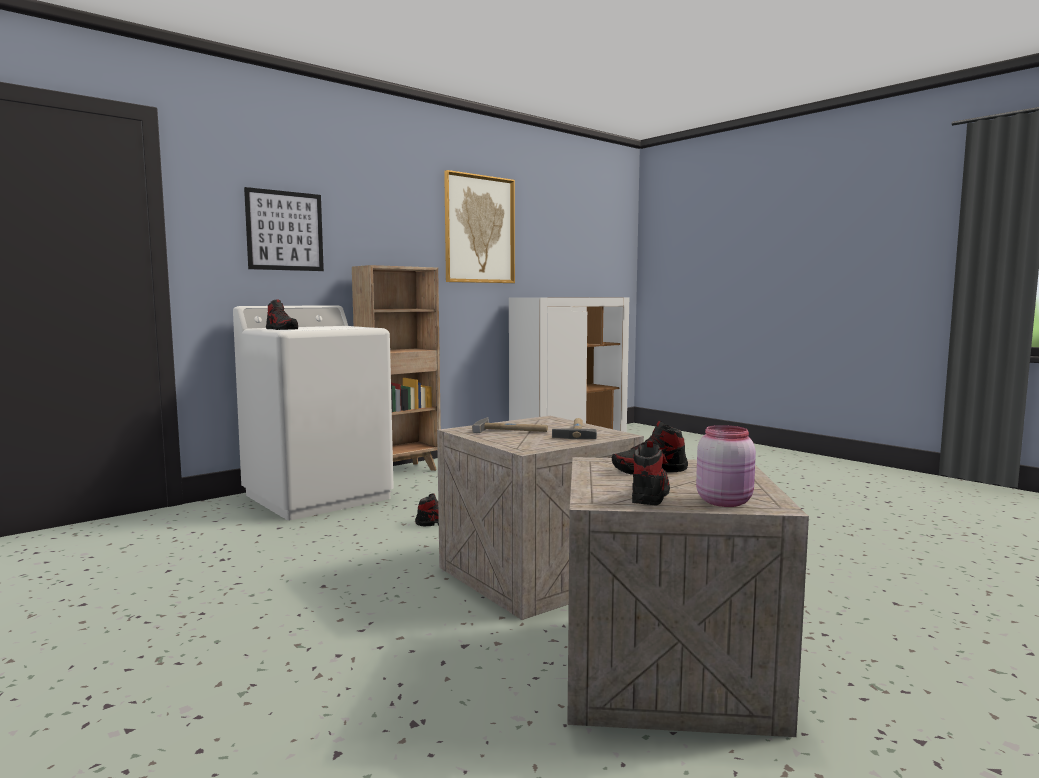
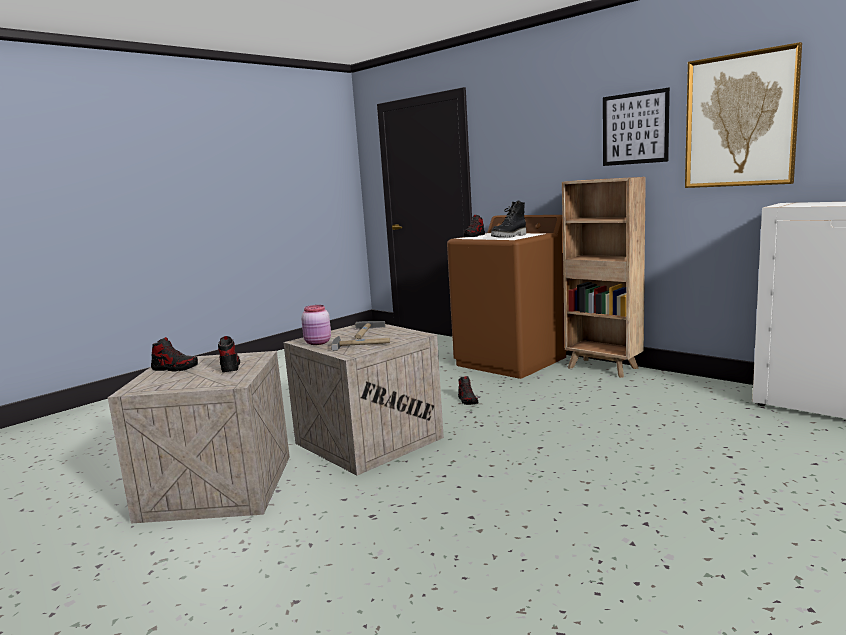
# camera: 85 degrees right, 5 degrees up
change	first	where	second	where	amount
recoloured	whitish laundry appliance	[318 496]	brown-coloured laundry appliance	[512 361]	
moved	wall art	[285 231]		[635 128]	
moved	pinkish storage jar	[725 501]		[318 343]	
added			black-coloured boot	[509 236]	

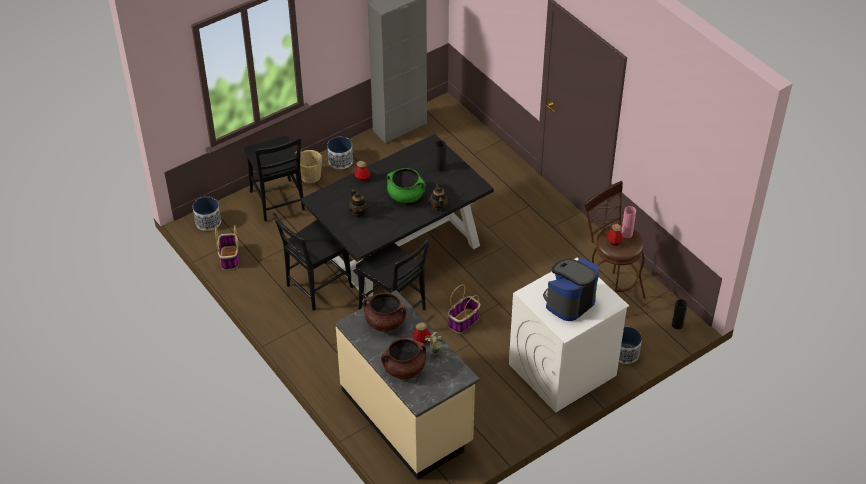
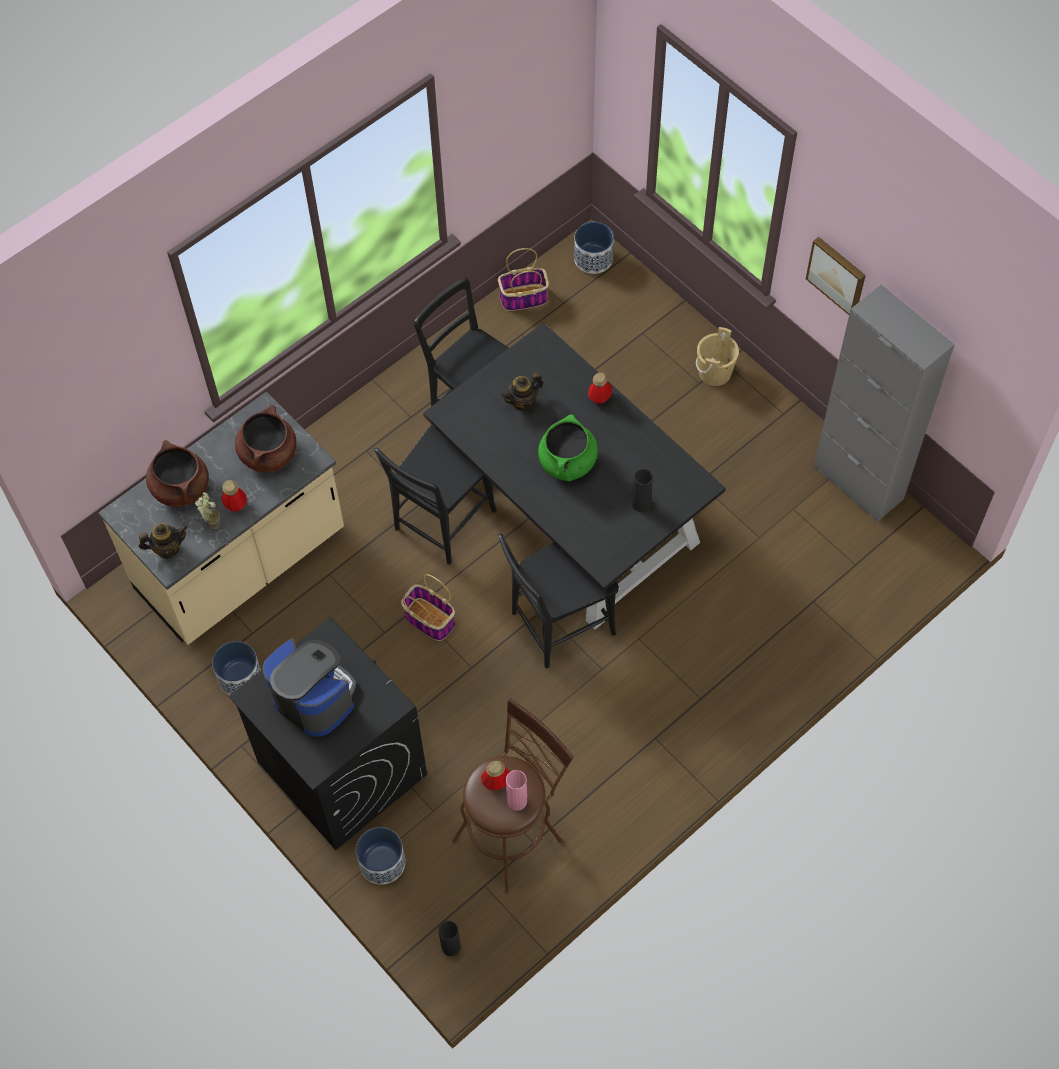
# camera: 85 degrees right, 15 degrees up
change	first	where	second	where	amount
moved	black-coloured plain chair	[278 203]		[557 625]	
moved	flower pot	[341 161]		[240 678]	
moved	tea pot	[438 207]		[167 548]	
recoloured	whitish laundry appliance	[562 370]	black-coloured laundry appliance	[341 768]	
added			wall art	[837 274]	

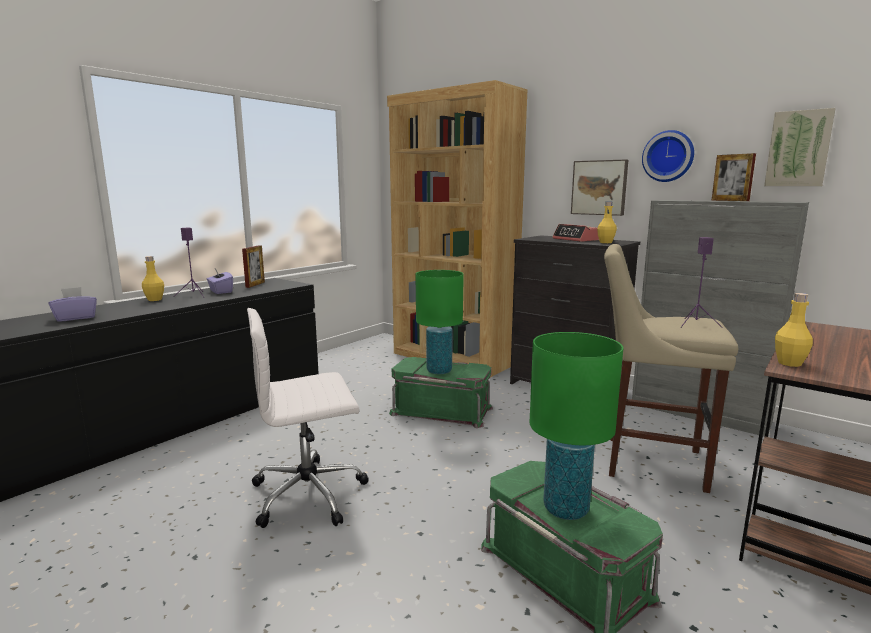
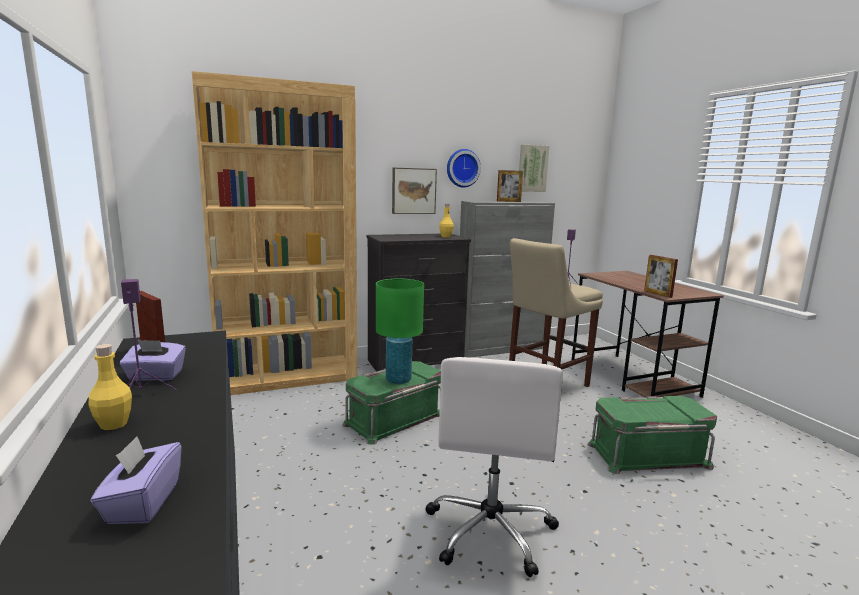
# camera: 60 degrees left, 0 degrees up
change	first	where	second	where	amount
removed	green tabletop lamp	[566 509]			
removed	alarm clock	[576 239]			
replaced	yellowish drink bottle	[789 363]	picture frame	[658 294]	

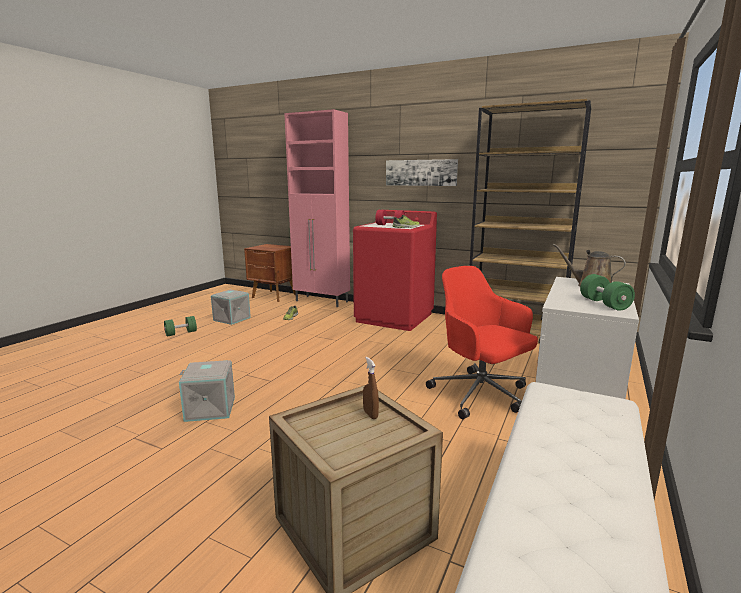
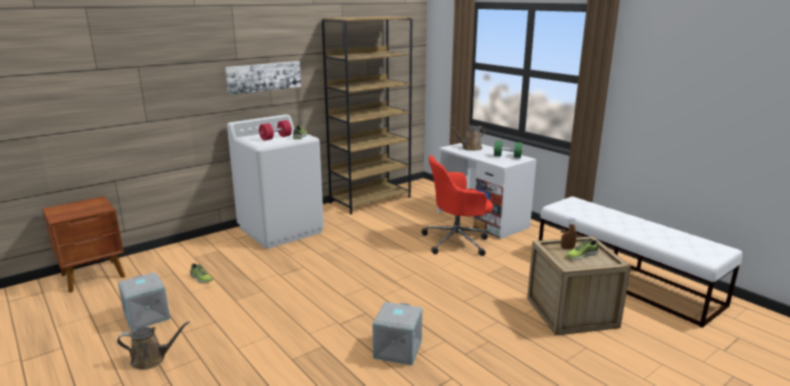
# camera: 65 degrees left, 5 degrees up
change	first	where	second	where	amount
replaced	green dumbbell	[181 333]	brown-coloured sprinkling can	[152 359]	
removed	pinkish storage cabinet	[322 301]			
recoloured	red-coloured laundry appliance	[394 318]	whitish laundry appliance	[281 230]	
added			low shoe	[581 255]	

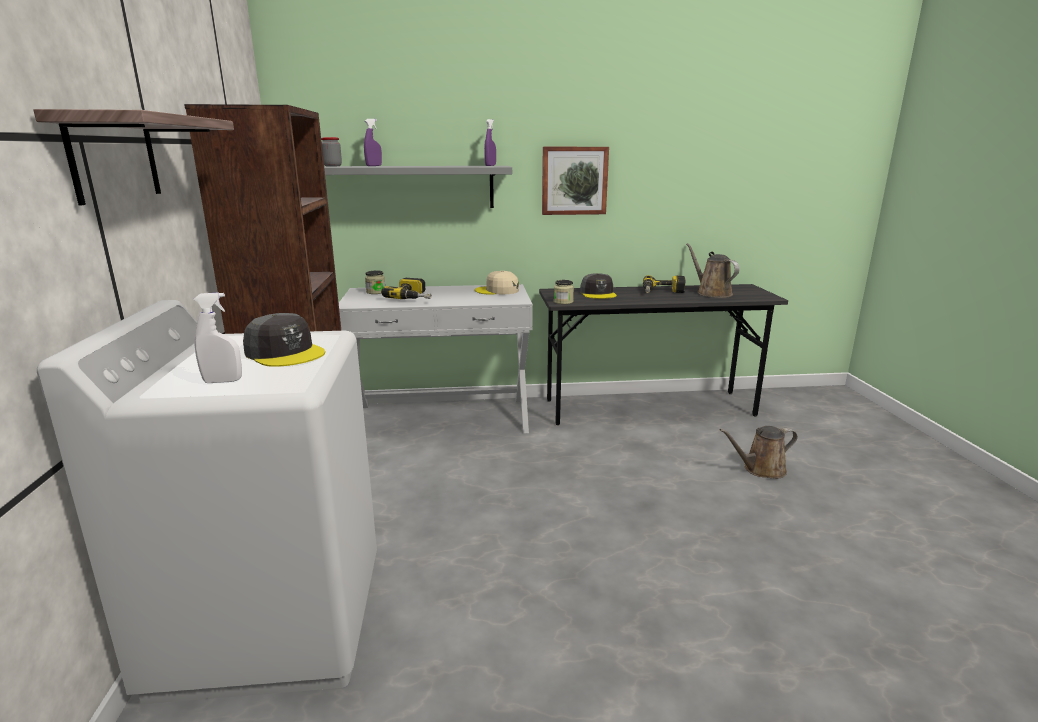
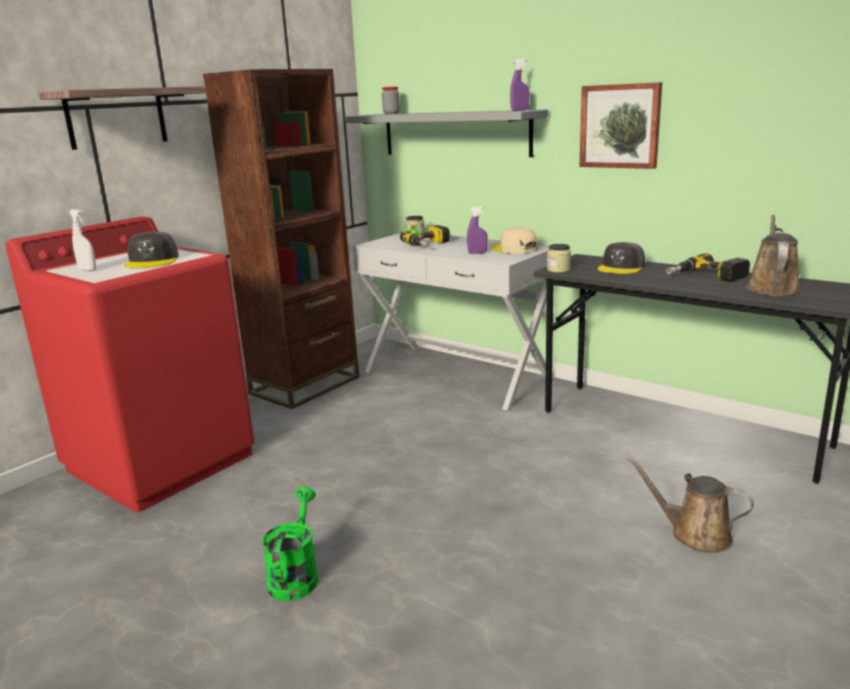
# camera: 45 degrees right, 0 degrees up
change	first	where	second	where	amount
recoloured	whitish laundry appliance	[273 619]	red-coloured laundry appliance	[161 461]	
moved	purple sprayer	[374 166]		[477 253]	
added			green sprinkling can	[295 575]	

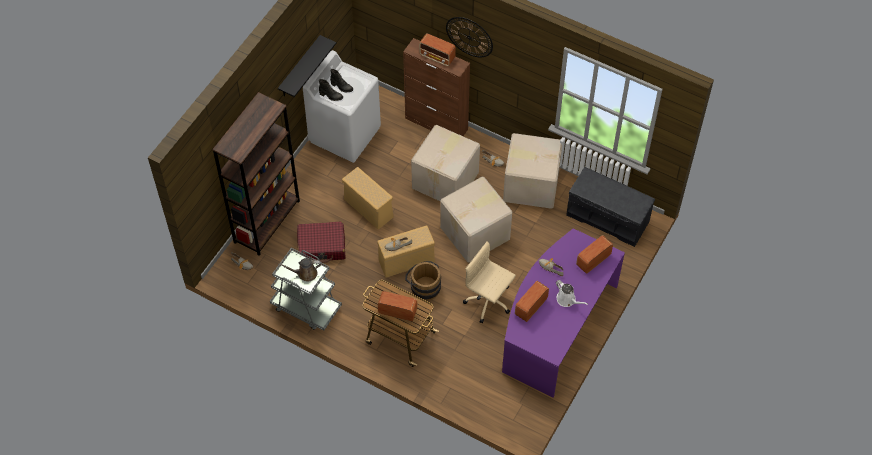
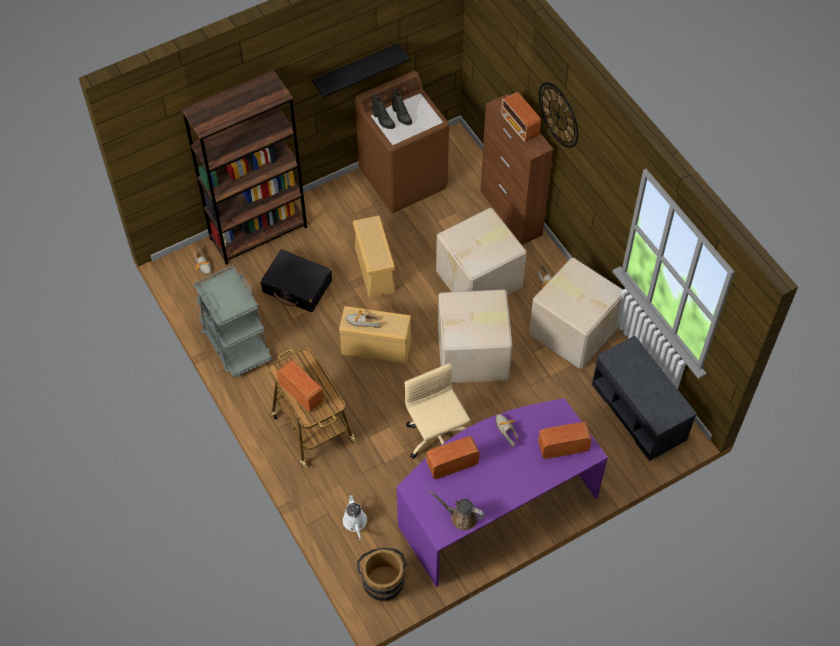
# camera: 30 degrees right, 0 degrees up
change	first	where	second	where	amount
moved	brown-coloured sprinkling can	[305 273]		[461 517]	
recoloured	red-coloured piece of luggage	[322 246]	black-coloured piece of luggage	[297 286]	
recoloured	whitish laundry appliance	[345 134]	brown-coloured laundry appliance	[403 178]	
moved	brown-coloured pail	[423 287]		[382 579]	
moved	whitish sprinkling can	[567 300]		[355 523]	

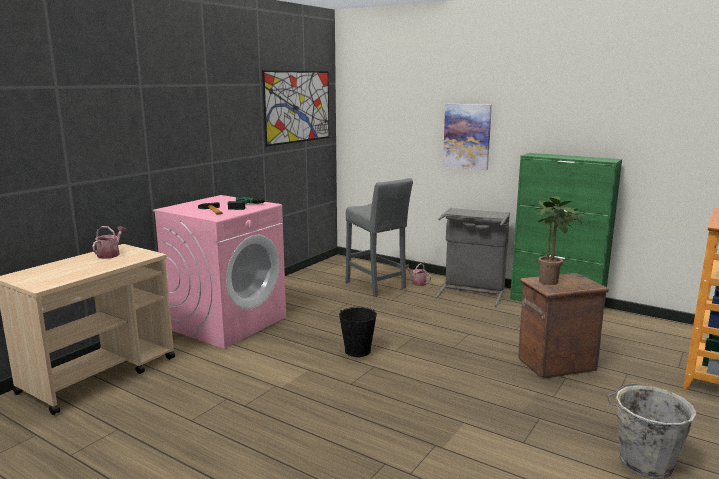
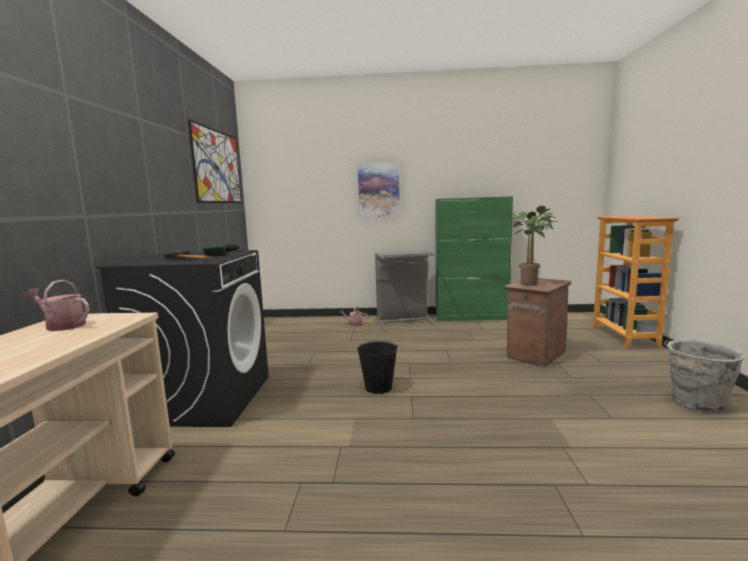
# camera: 30 degrees left, 5 degrees down
change	first	where	second	where	amount
turned	sprinkling can	[110 254]		[62 326]	60 degrees counterclockwise
recoloured	pinkish laundry appliance	[227 322]	black-coloured laundry appliance	[204 398]	
removed	gray stool seat	[377 286]			

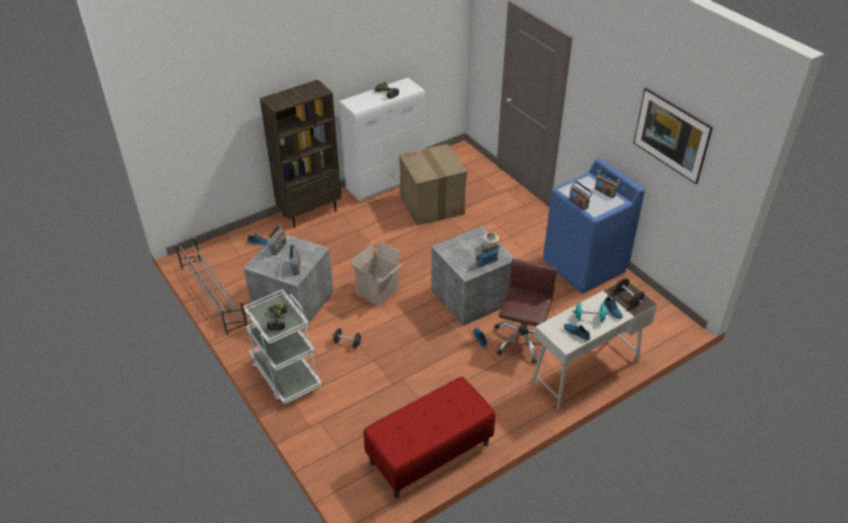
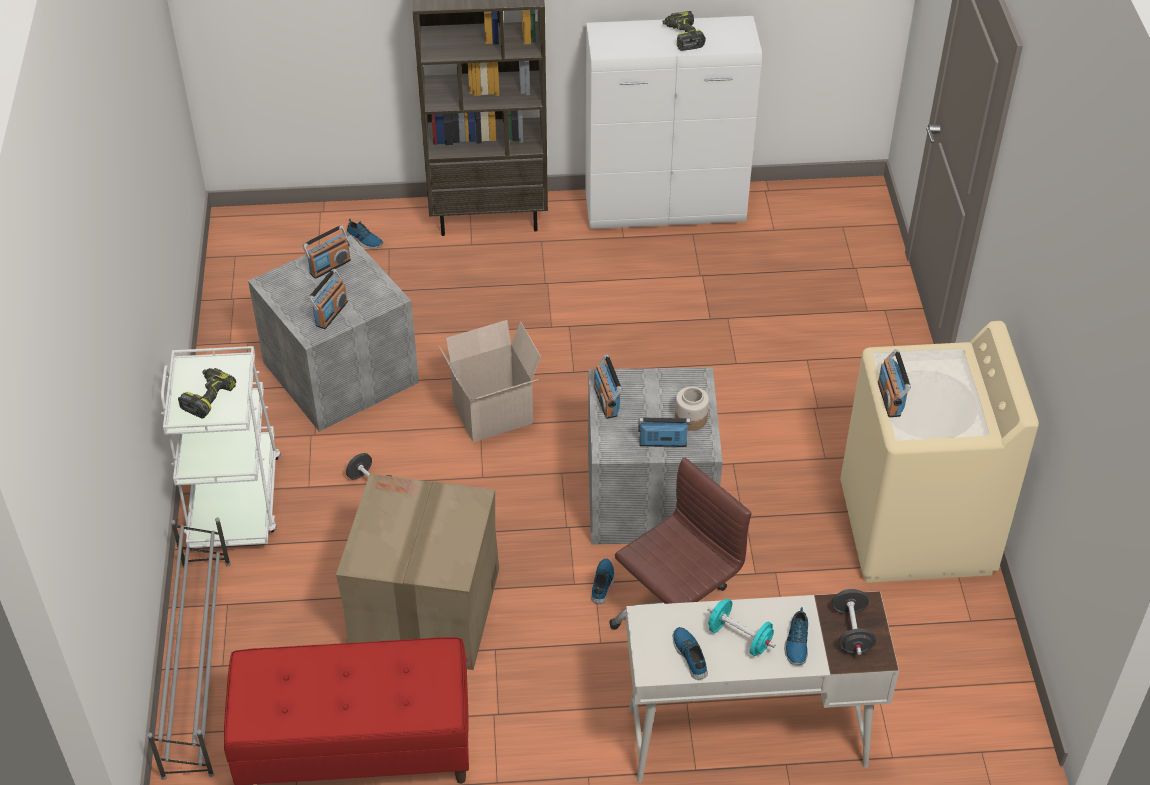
# camera: 30 degrees right, 5 degrees up
change	first	where	second	where	amount
moved	gray shoe rack	[213 296]		[198 664]	
moved	packing box	[432 205]		[425 610]	
recoloured	bluish laundry appliance	[584 266]	sand-coloured laundry appliance	[916 529]	
moved	radio	[605 192]		[606 401]	
removed	wall art	[668 149]			

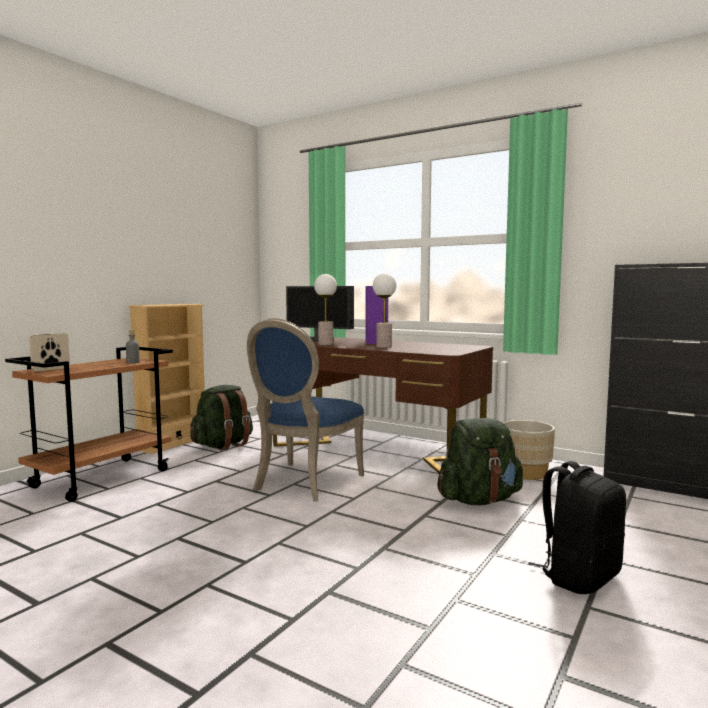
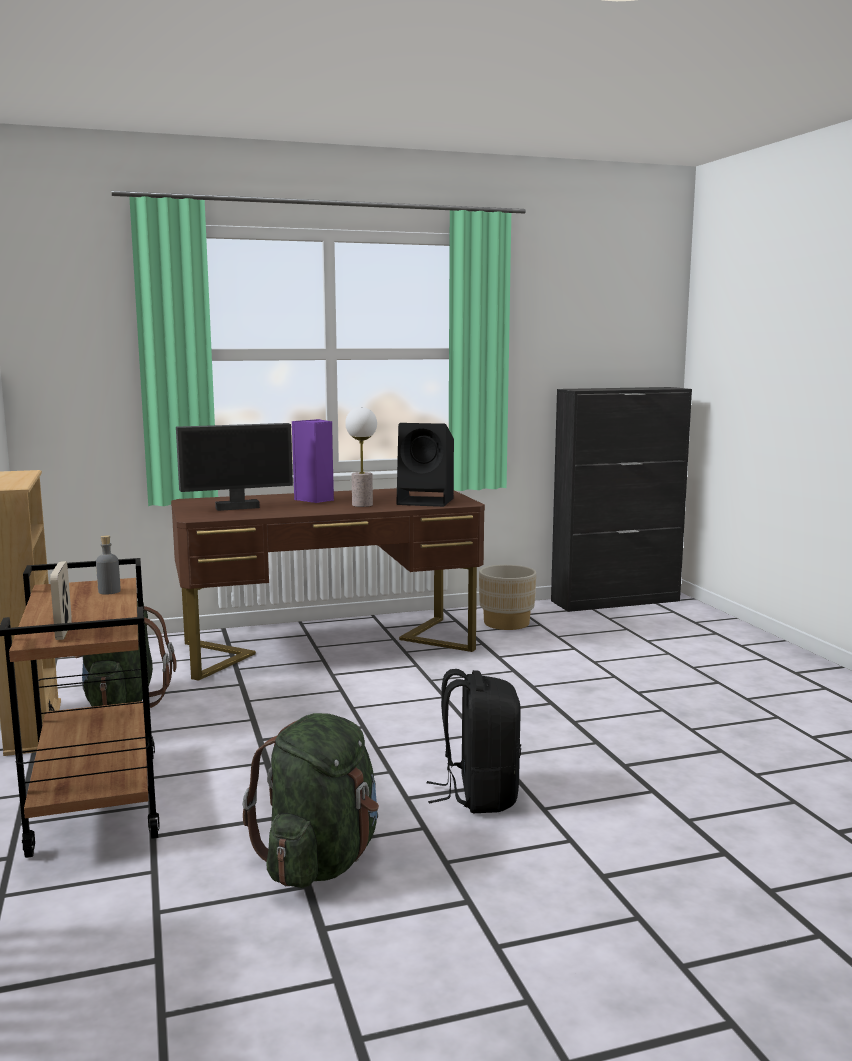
# camera: 50 degrees left, 5 degrees up
change	first	where	second	where	amount
removed	bluish plain chair	[304 483]			
removed	tabletop lamp	[326 344]			
moved	green rucksack	[479 500]		[321 861]	
moved	black-coloured rucksack	[579 577]		[478 795]	
added			black-coloured speaker	[427 501]	

